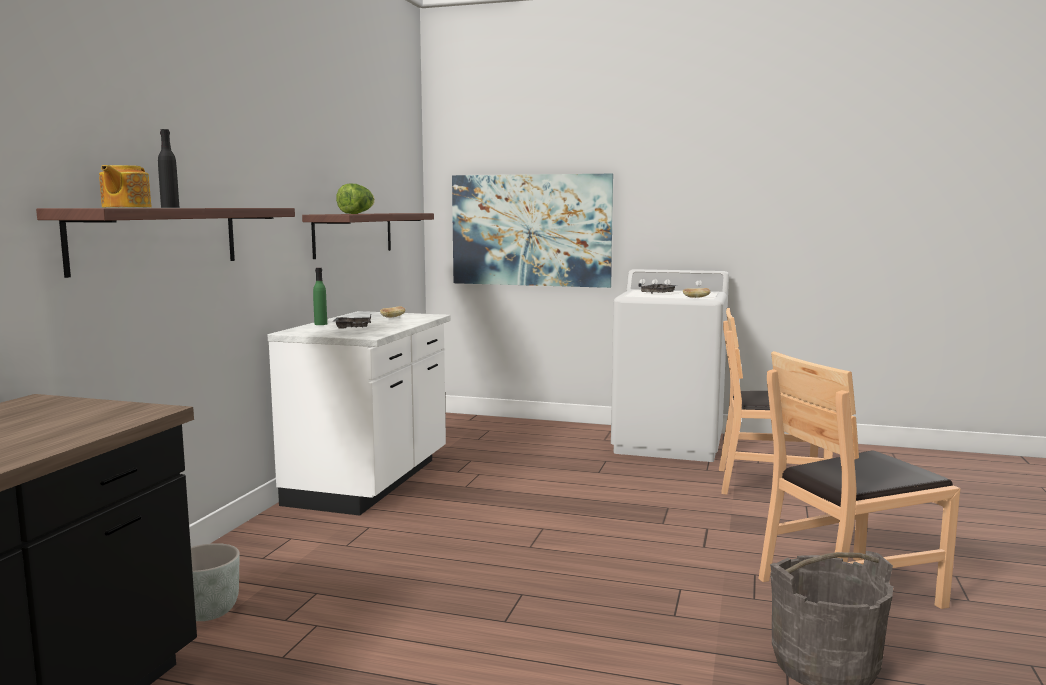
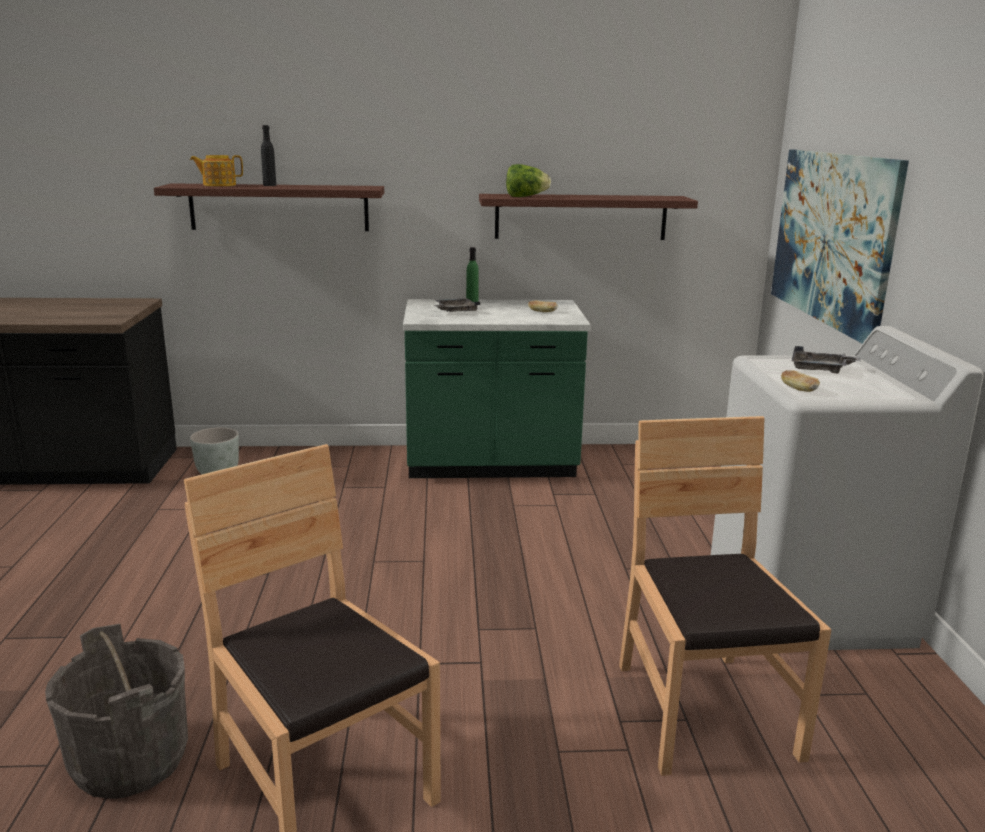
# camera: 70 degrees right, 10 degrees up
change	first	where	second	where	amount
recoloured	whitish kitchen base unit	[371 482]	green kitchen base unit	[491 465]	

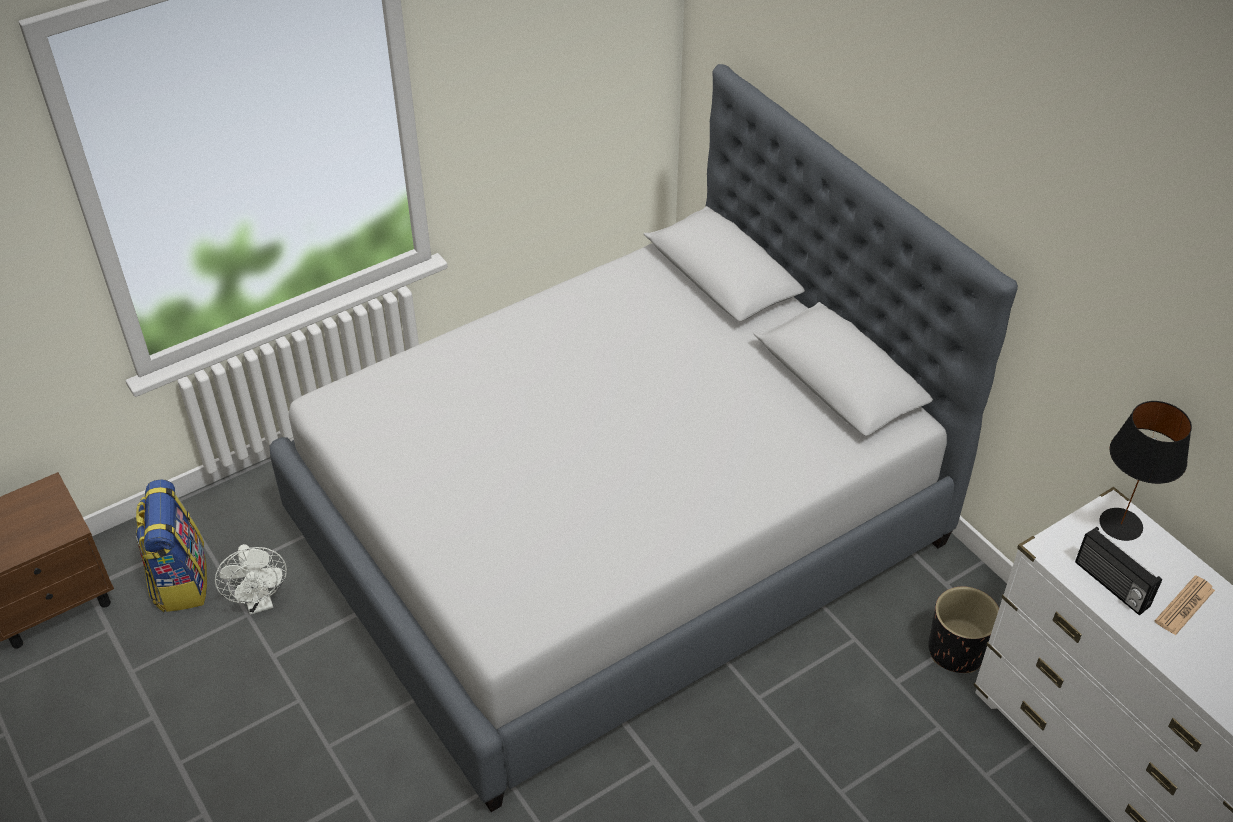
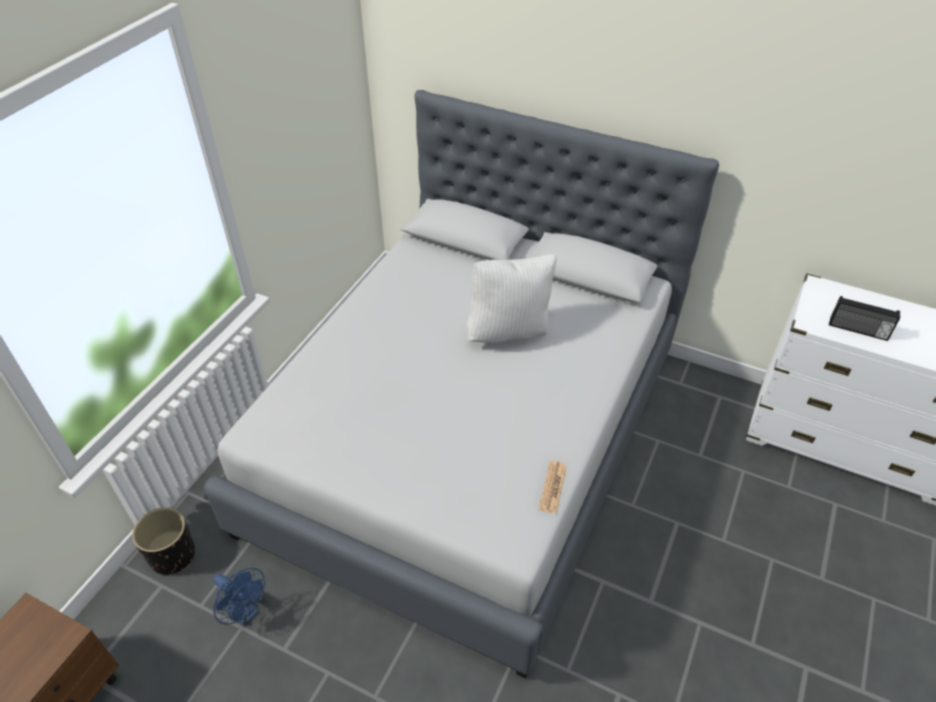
# camera: 30 degrees left, 0 degrees up
change	first	where	second	where	amount
removed	rucksack	[180 580]			
recoloured	whitish electric fan	[259 602]	bluish electric fan	[245 613]	
moved	black-coloured flower pot	[956 650]		[172 555]	
removed	black-coloured tabletop lamp	[1121 525]			
moved	newspaper	[1184 606]		[552 487]	
added			whitish throw pillow	[509 331]	

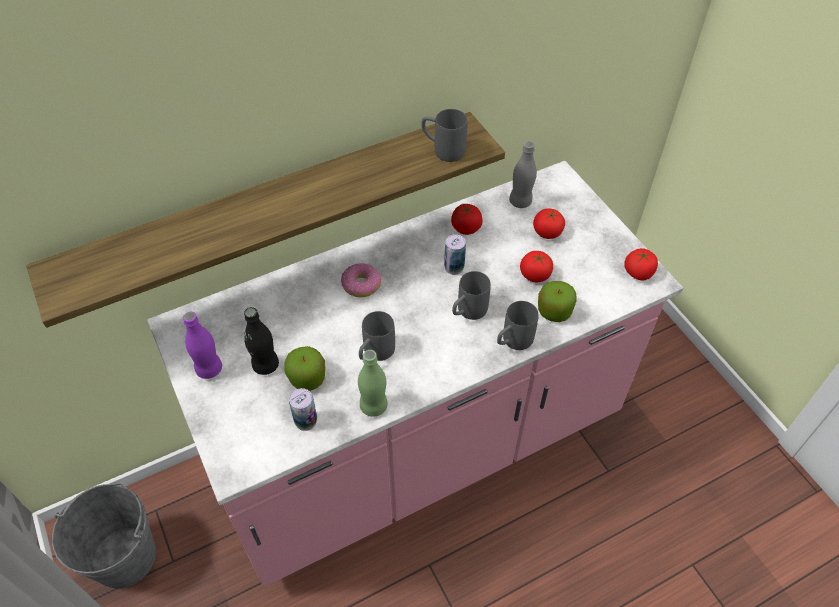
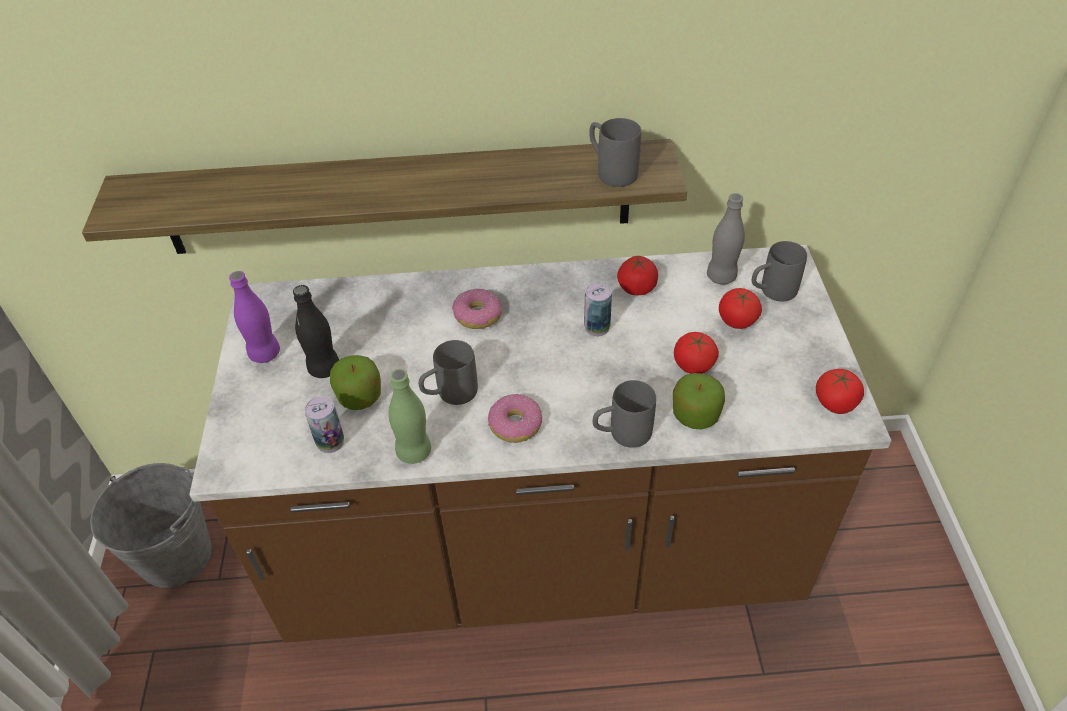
# camera: 25 degrees right, 5 degrees down
change	first	where	second	where	amount
recoloured	pinkish kitchen base unit	[419 444]	brown-coloured kitchen base unit	[541 552]	
moved	gray coffee mug	[467 312]		[771 292]	
added			doughnut	[516 425]	

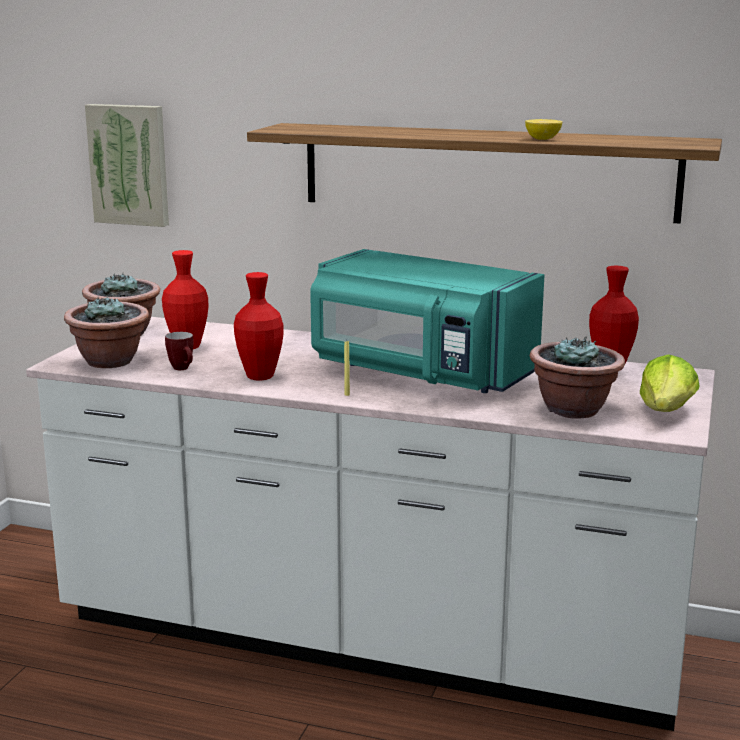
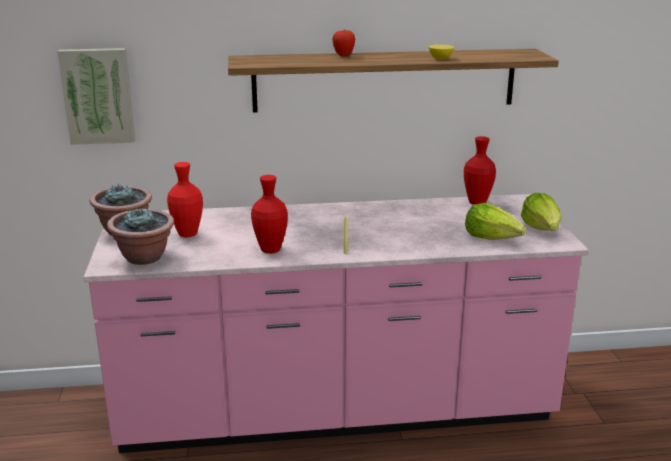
# camera: 25 degrees left, 5 degrees up
change	first	where	second	where	amount
recoloured	whitish kitchen base unit	[370 639]	pinkish kitchen base unit	[335 410]	
removed	coffee mug	[183 369]			
removed	turquoise kitchen microwave	[419 373]			
replaced	potted plant	[573 410]	lettuce	[492 238]	
added			whole apple	[343 56]	

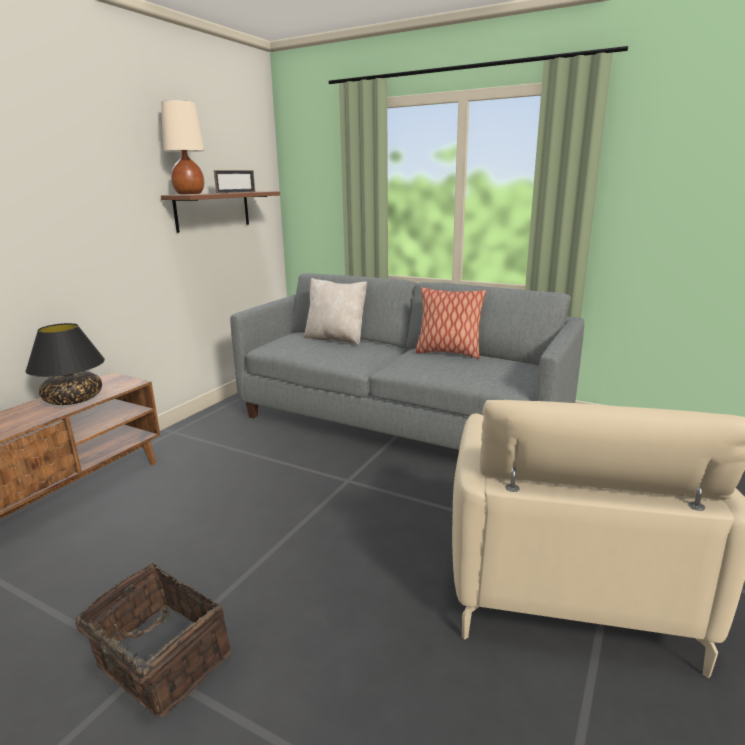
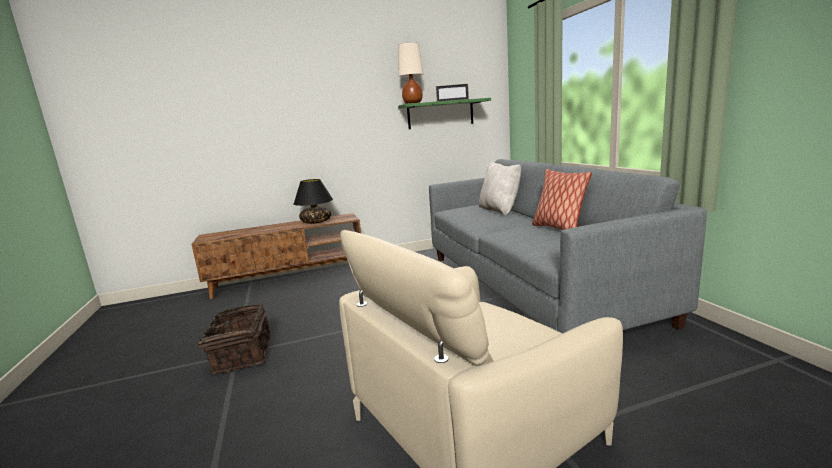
# camera: 45 degrees right, 5 degrees down
change	first	where	second	where	amount
recoloured	brown-coloured wall shelf	[213 210]	green wall shelf	[440 114]	

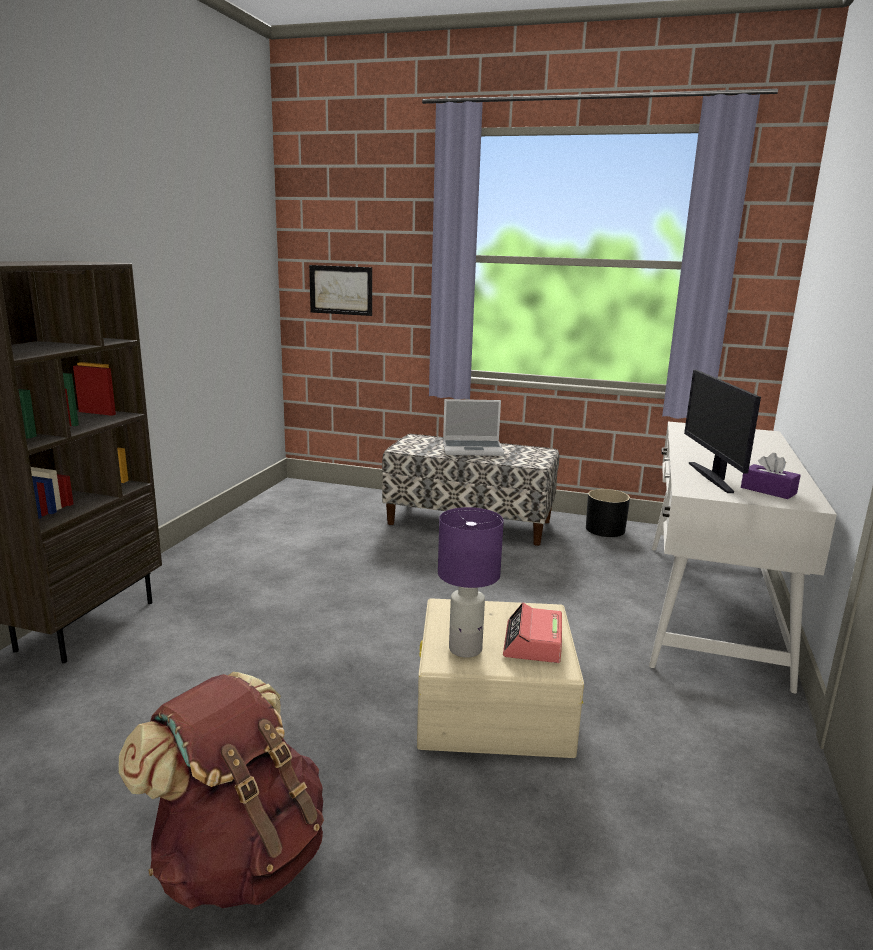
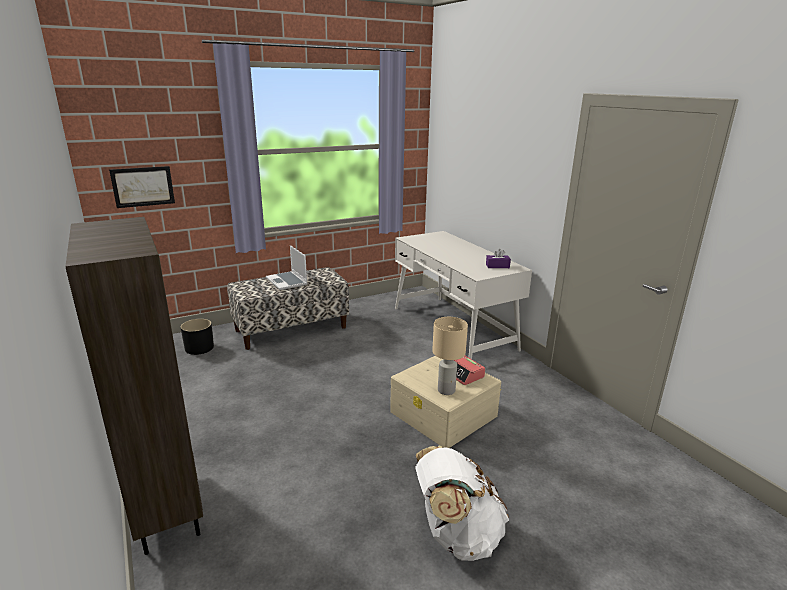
# camera: 45 degrees left, 5 degrees up
change	first	where	second	where	amount
recoloured	brown-coloured rucksack	[239 858]	whitish rucksack	[456 535]	
recoloured	purple tabletop lamp	[465 648]	sand-coloured tabletop lamp	[446 390]	
turned	notebook computer	[473 449]		[287 281]	105 degrees clockwise
moved	black-coloured flower pot	[605 529]		[199 348]	
removed	computer screen	[713 477]			

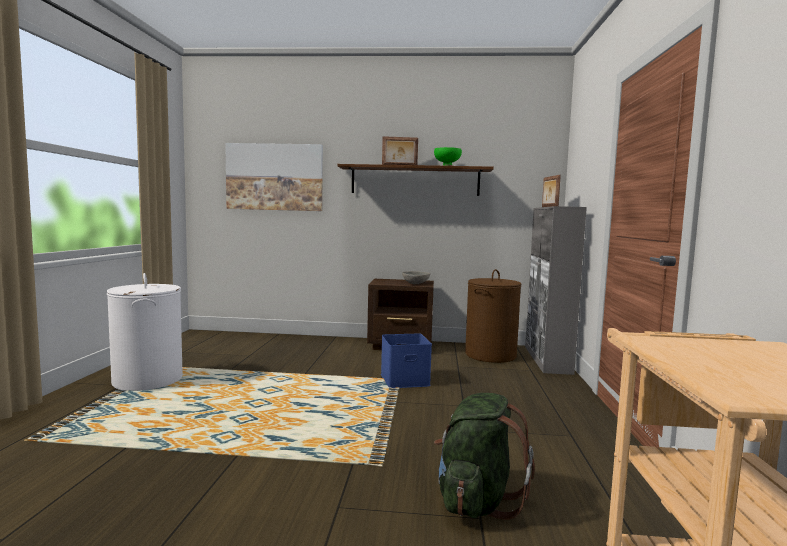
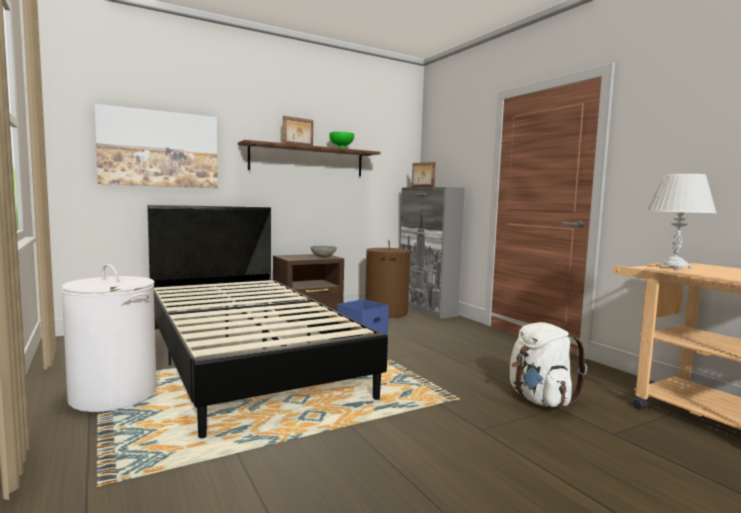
# camera: 35 degrees left, 0 degrees up
change	first	where	second	where	amount
recoloured	green rucksack	[476 500]	whitish rucksack	[540 400]	
added			black-coloured sleeping bed	[244 356]	
added			whitish tabletop lamp	[674 268]	

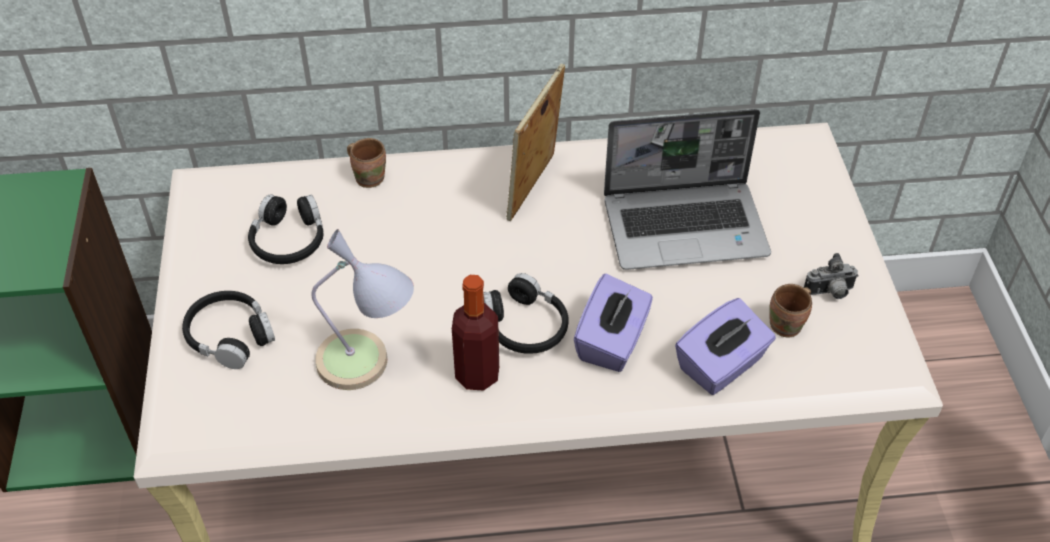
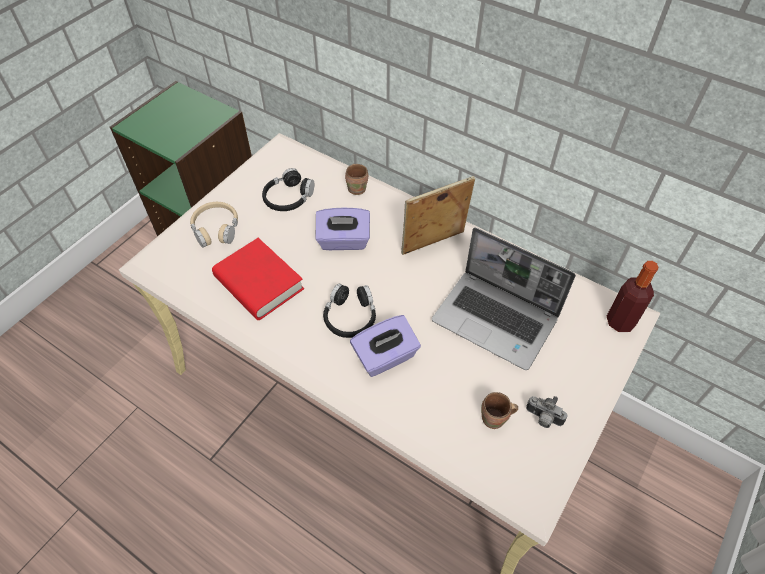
# camera: 40 degrees right, 5 degrees up
change	first	where	second	where	amount
recoloured	black-coloured headphones	[230 336]	sand-coloured headphones	[216 229]	
replaced	tabletop lamp	[368 362]	red-coloured book	[259 283]	
moved	drink bottle	[477 374]		[620 322]	
moved	purple box of tissues	[721 365]		[343 241]	

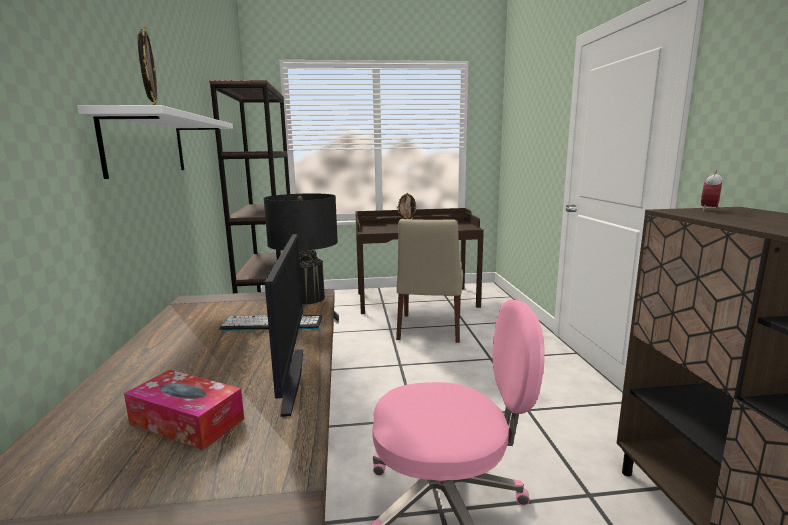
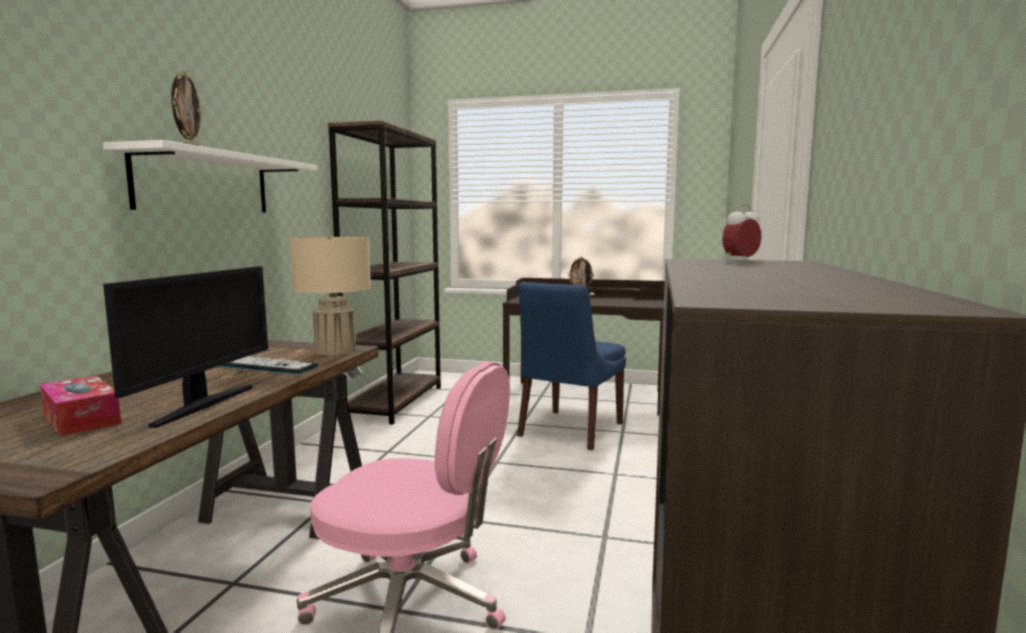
# camera: 20 degrees right, 5 degrees down
change	first	where	second	where	amount
recoloured	black-coloured tabletop lamp	[306 298]	sand-coloured tabletop lamp	[335 351]	
recoloured	sand-coloured plain chair	[429 329]	bluish plain chair	[569 431]	

